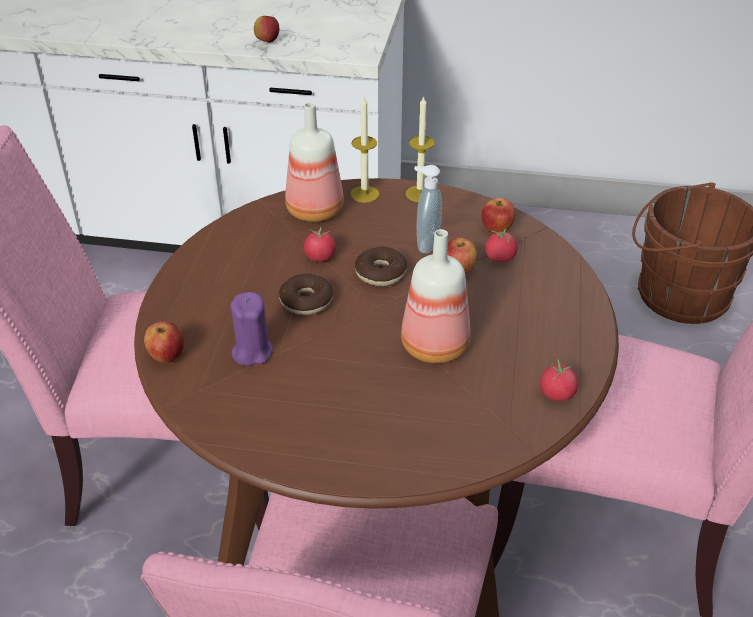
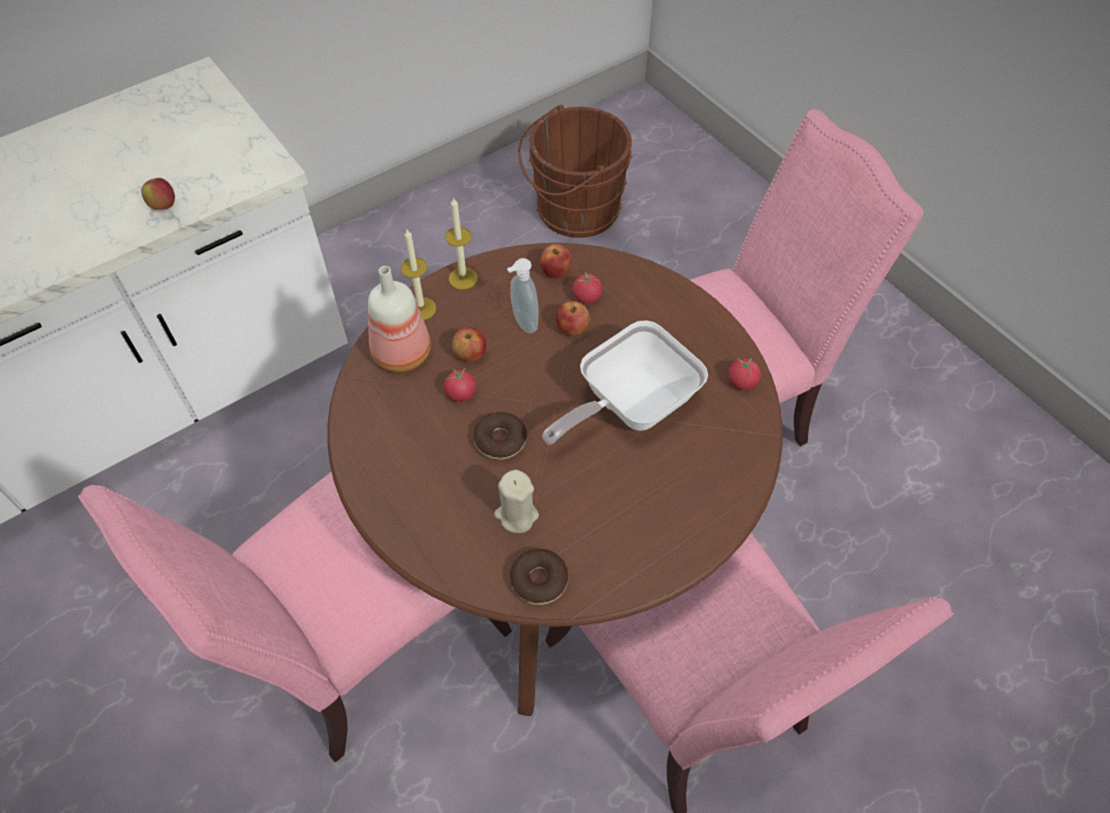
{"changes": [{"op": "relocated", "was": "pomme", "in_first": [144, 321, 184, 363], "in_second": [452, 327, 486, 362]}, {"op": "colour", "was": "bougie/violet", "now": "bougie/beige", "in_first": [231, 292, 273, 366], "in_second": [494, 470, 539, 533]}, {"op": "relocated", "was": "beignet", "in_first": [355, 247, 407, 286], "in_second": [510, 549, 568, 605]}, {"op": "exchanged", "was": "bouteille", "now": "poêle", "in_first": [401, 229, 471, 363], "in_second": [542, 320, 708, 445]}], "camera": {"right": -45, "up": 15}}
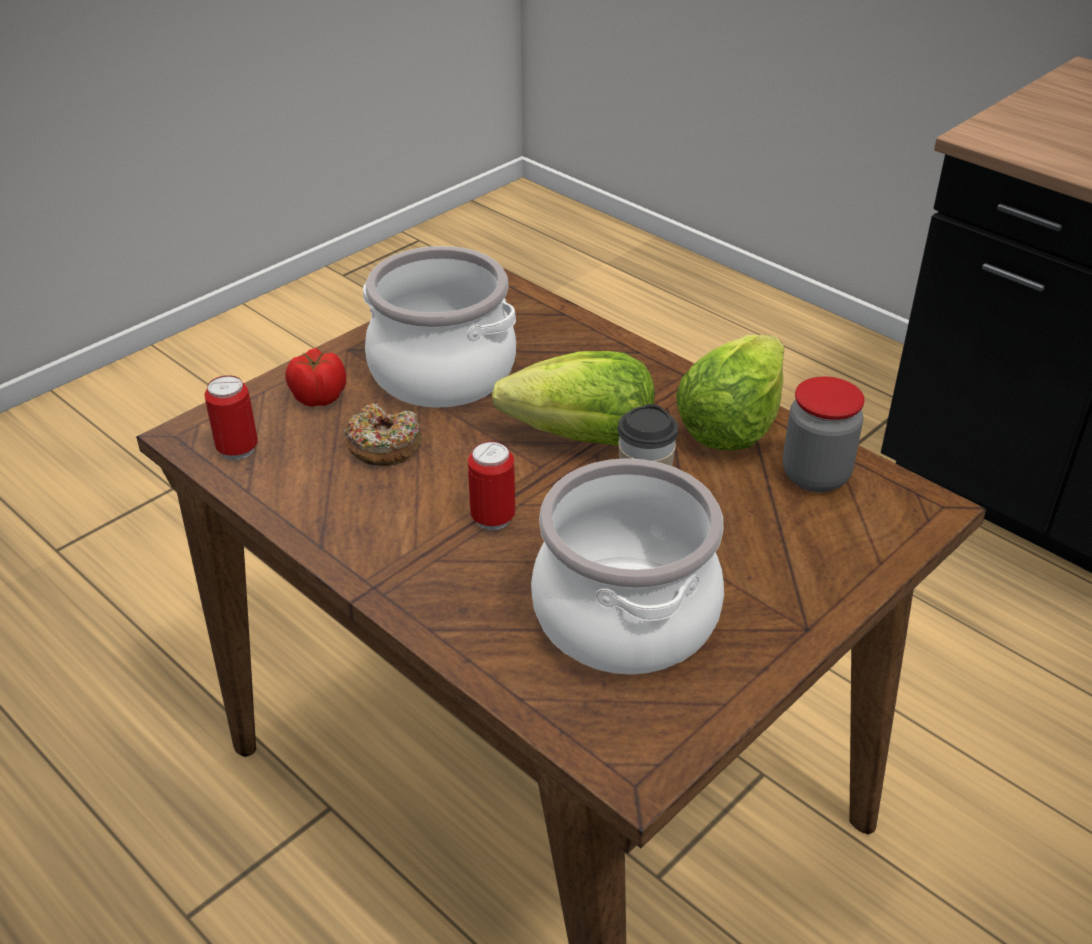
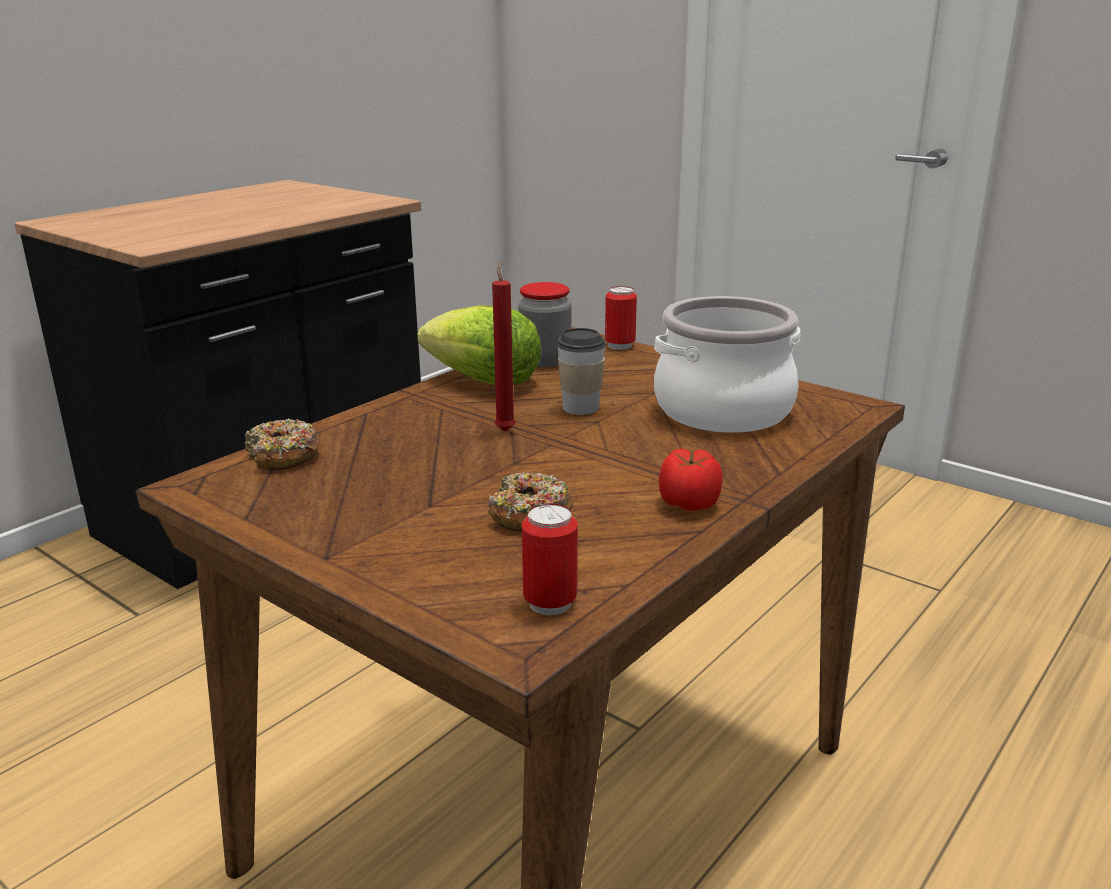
{"changes": [{"op": "appeared", "now": "beignet", "in_second": [245, 418, 320, 470]}, {"op": "exchanged", "was": "laitue", "now": "bougie/rouge", "in_first": [492, 351, 655, 446], "in_second": [492, 260, 516, 432]}, {"op": "relocated", "was": "boîte métallique", "in_first": [468, 441, 515, 530], "in_second": [605, 286, 637, 350]}, {"op": "relocated", "was": "tomate", "in_first": [286, 348, 346, 407], "in_second": [659, 449, 723, 511]}, {"op": "missing", "was": "marmite", "in_first": [363, 246, 516, 408]}], "camera": {"right": -95, "up": -15}}
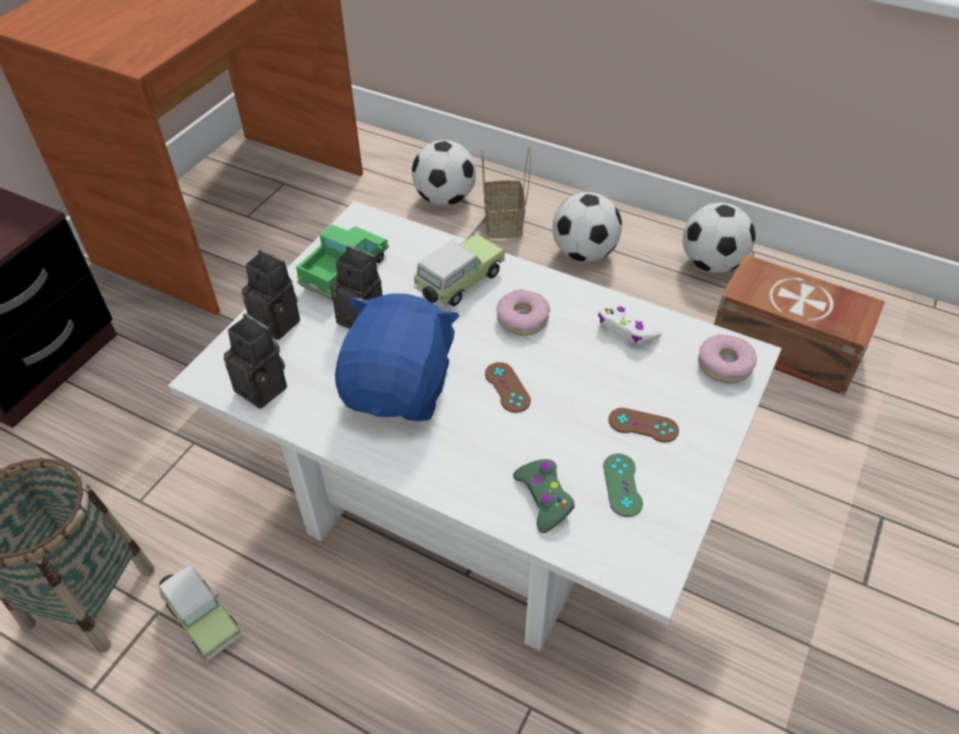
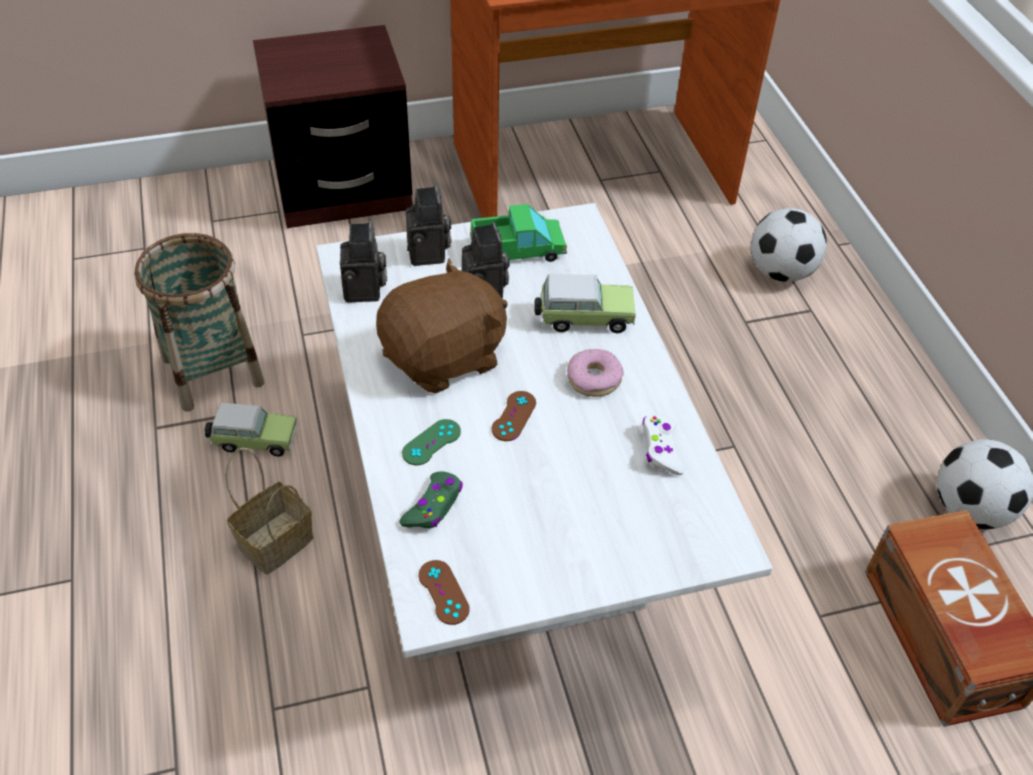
{"changes": [{"op": "spun", "was": "petite voiture", "in_first": [158, 565, 242, 661], "in_second": [205, 403, 298, 457], "clockwise": -90}, {"op": "relocated", "was": "panier", "in_first": [482, 146, 531, 238], "in_second": [225, 448, 313, 574]}, {"op": "colour", "was": "peluche/bleu", "now": "peluche/marron", "in_first": [335, 293, 459, 421], "in_second": [376, 259, 508, 393]}, {"op": "relocated", "was": "manette/vert", "in_first": [603, 453, 643, 517], "in_second": [402, 419, 461, 465]}, {"op": "relocated", "was": "manette/marron", "in_first": [608, 408, 679, 443], "in_second": [419, 560, 470, 625]}, {"op": "missing", "was": "ballon de foot", "in_first": [552, 192, 622, 262]}, {"op": "missing", "was": "beignet", "in_first": [698, 334, 757, 383]}], "camera": {"right": 45, "up": 0}}
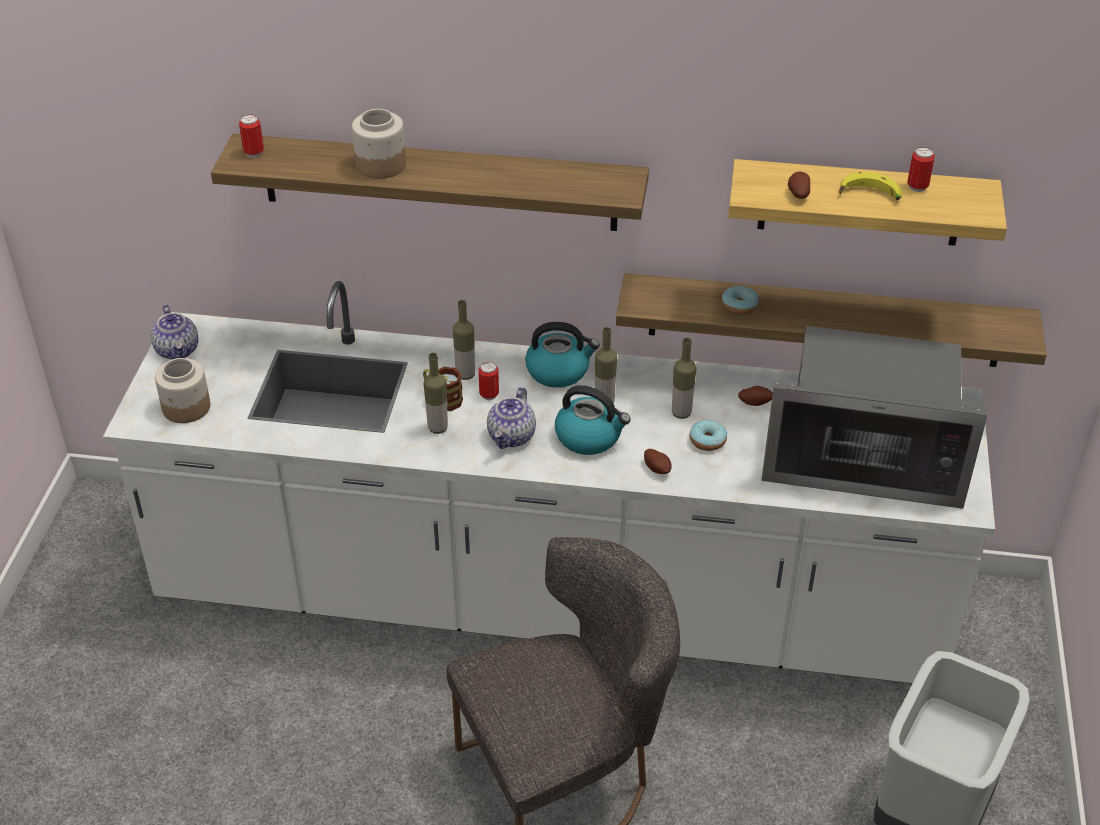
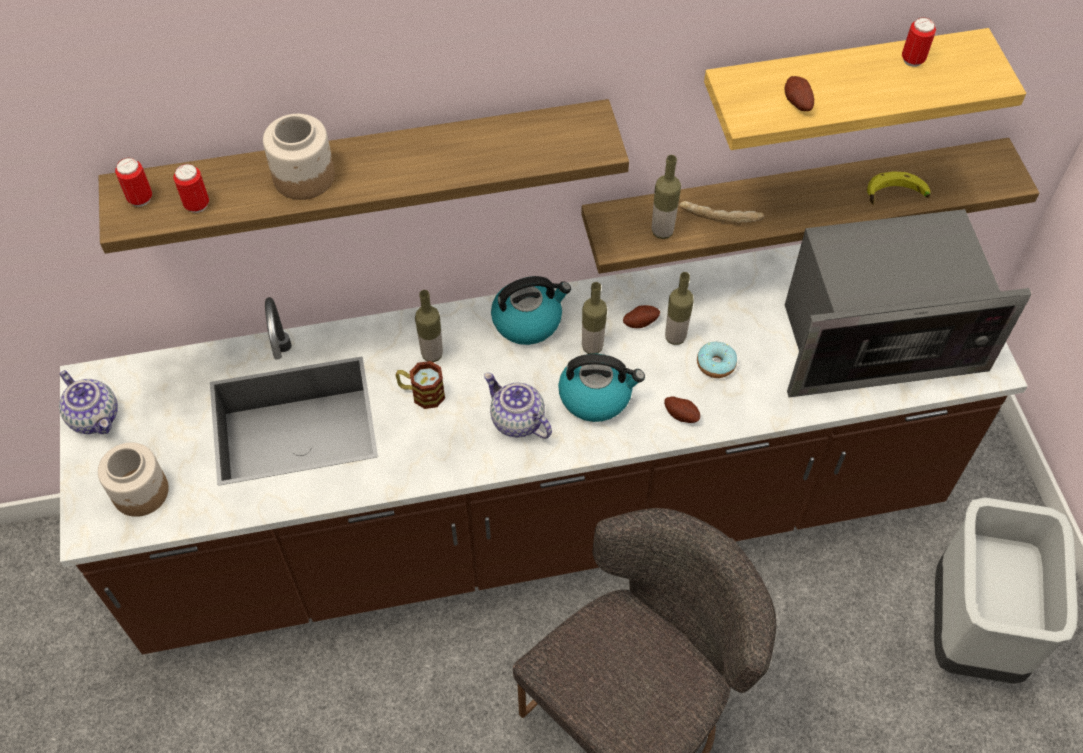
{"changes": [{"op": "colour", "was": "comptoir de cuisine/blanc", "now": "comptoir de cuisine/marron", "in_first": [103, 281, 995, 683], "in_second": [60, 244, 1028, 654]}, {"op": "relocated", "was": "boîte métallique", "in_first": [478, 362, 499, 400], "in_second": [173, 164, 209, 213]}, {"op": "spun", "was": "théière", "in_first": [487, 387, 536, 449], "in_second": [484, 373, 552, 439], "clockwise": 135}, {"op": "relocated", "was": "pomme de terre", "in_first": [738, 386, 773, 406], "in_second": [623, 305, 660, 328]}, {"op": "relocated", "was": "bouteille", "in_first": [423, 353, 448, 434], "in_second": [651, 155, 681, 239]}, {"op": "exchanged", "was": "beignet", "now": "pain", "in_first": [722, 286, 759, 315], "in_second": [679, 201, 764, 223]}, {"op": "relocated", "was": "banane", "in_first": [839, 172, 903, 200], "in_second": [867, 171, 930, 205]}], "camera": {"right": -20, "up": 15}}
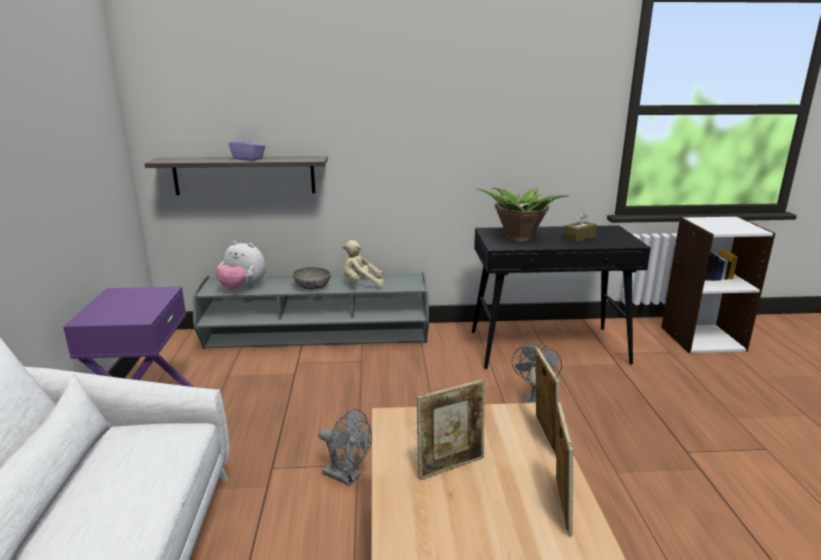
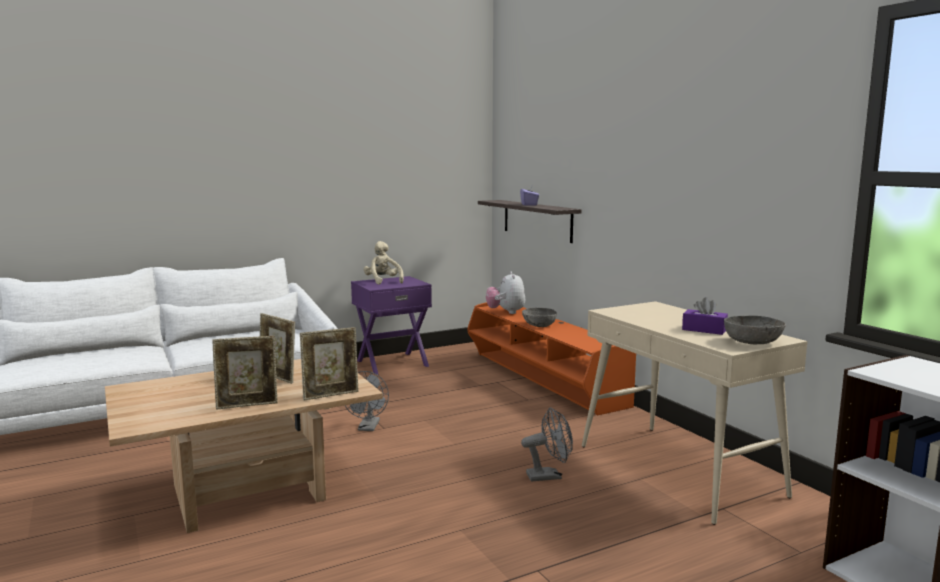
{"changes": [{"op": "relocated", "was": "peluche/beige", "in_first": [342, 240, 384, 287], "in_second": [364, 241, 404, 284]}, {"op": "colour", "was": "meuble télé/gris", "now": "meuble télé/orange", "in_first": [193, 271, 429, 349], "in_second": [467, 302, 636, 415]}, {"op": "colour", "was": "table console/noir", "now": "table console/beige", "in_first": [472, 225, 651, 369], "in_second": [582, 301, 808, 525]}, {"op": "colour", "was": "boîte à mouchoirs/marron", "now": "boîte à mouchoirs/violet", "in_first": [563, 213, 597, 242], "in_second": [682, 297, 728, 335]}, {"op": "appeared", "now": "bol/gris", "in_second": [724, 315, 786, 344]}, {"op": "missing", "was": "plante en pot", "in_first": [476, 188, 570, 242]}], "camera": {"right": 65, "up": -10}}
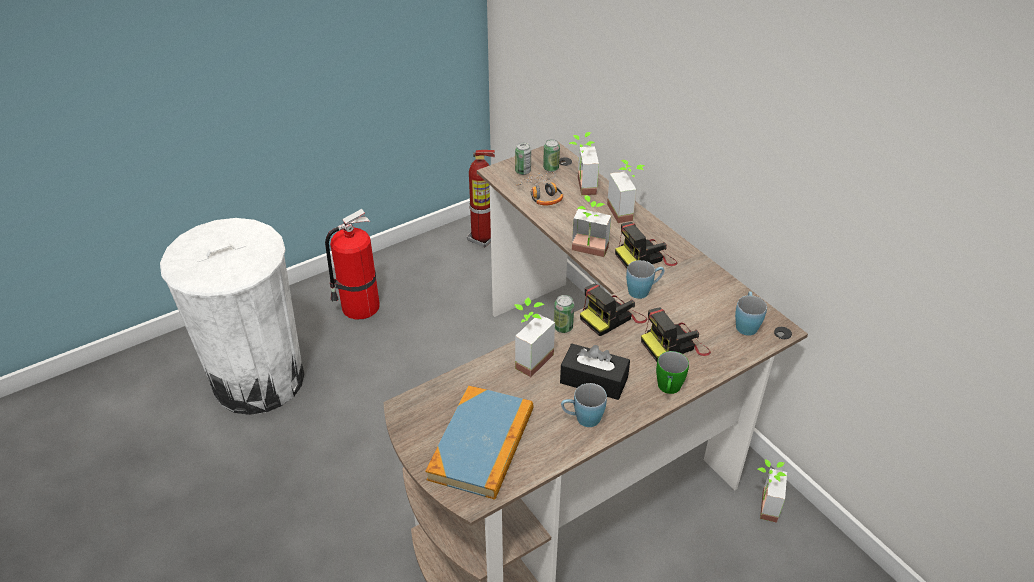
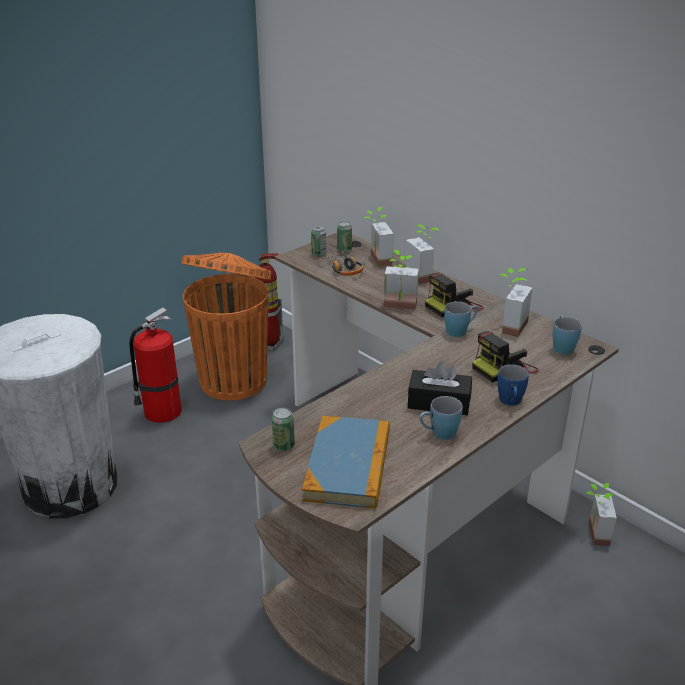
{"changes": [{"op": "appeared", "now": "poubelle/orange", "in_second": [181, 253, 272, 401]}, {"op": "relocated", "was": "boîte métallique", "in_first": [554, 295, 574, 333], "in_second": [271, 407, 295, 451]}, {"op": "colour", "was": "mug/vert", "now": "mug/bleu", "in_first": [656, 351, 689, 394], "in_second": [497, 364, 529, 406]}, {"op": "relocated", "was": "plante en pot", "in_first": [514, 298, 555, 377], "in_second": [499, 268, 533, 337]}, {"op": "missing", "was": "appareil photo", "in_first": [580, 284, 647, 336]}], "camera": {"right": -10, "up": -10}}
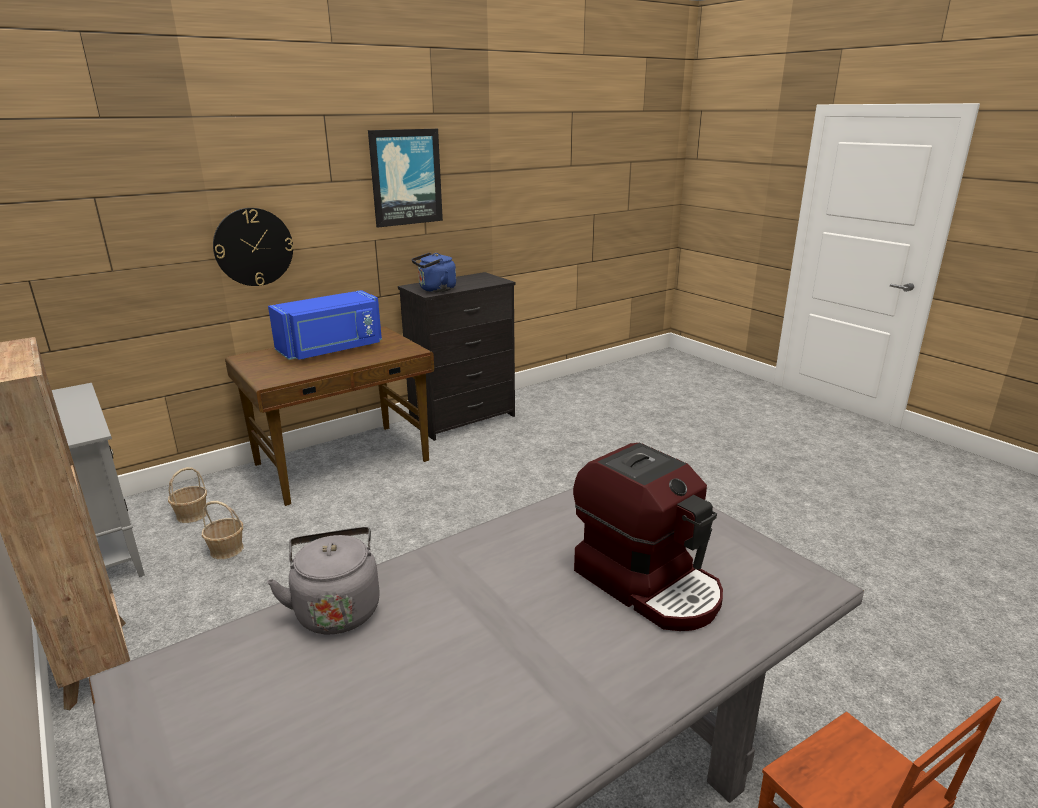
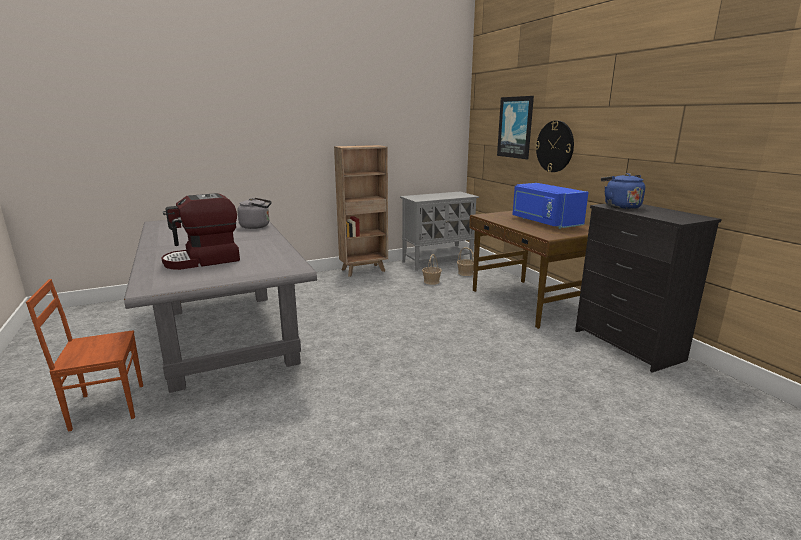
{"changes": [{"op": "relocated", "was": "tableau", "in_first": [368, 129, 443, 228], "in_second": [497, 96, 534, 159]}], "camera": {"right": 100, "up": -5}}
